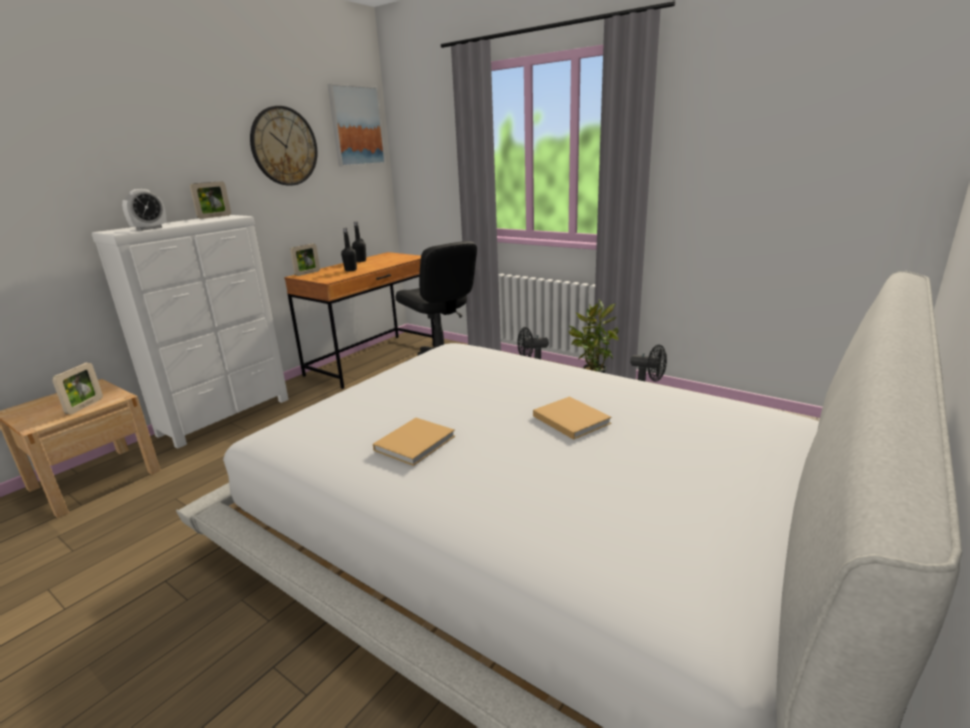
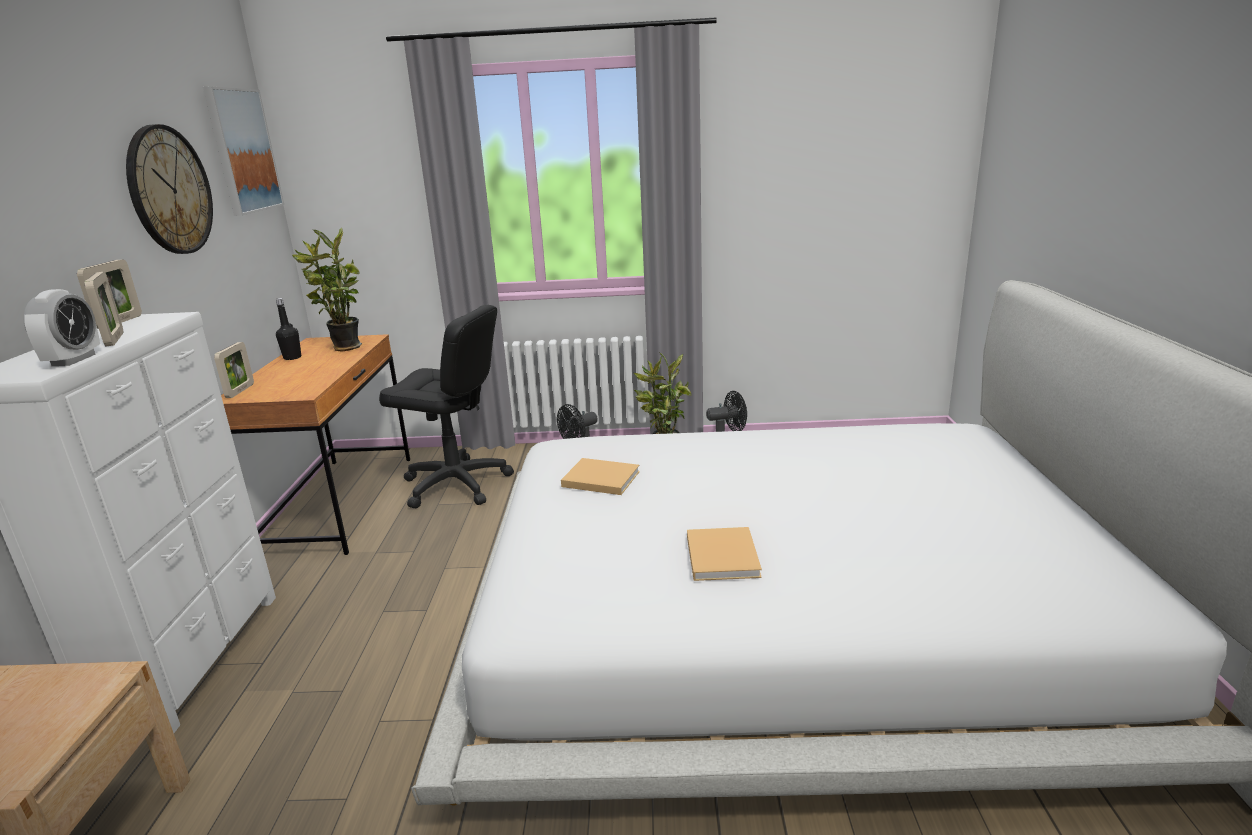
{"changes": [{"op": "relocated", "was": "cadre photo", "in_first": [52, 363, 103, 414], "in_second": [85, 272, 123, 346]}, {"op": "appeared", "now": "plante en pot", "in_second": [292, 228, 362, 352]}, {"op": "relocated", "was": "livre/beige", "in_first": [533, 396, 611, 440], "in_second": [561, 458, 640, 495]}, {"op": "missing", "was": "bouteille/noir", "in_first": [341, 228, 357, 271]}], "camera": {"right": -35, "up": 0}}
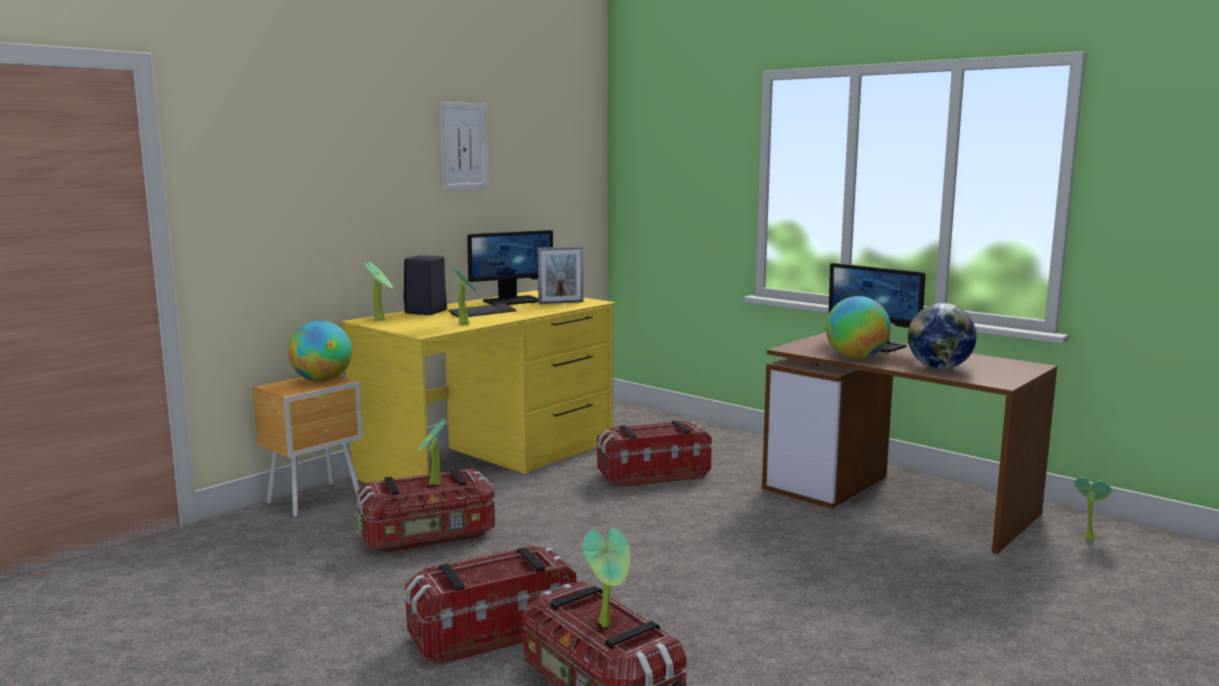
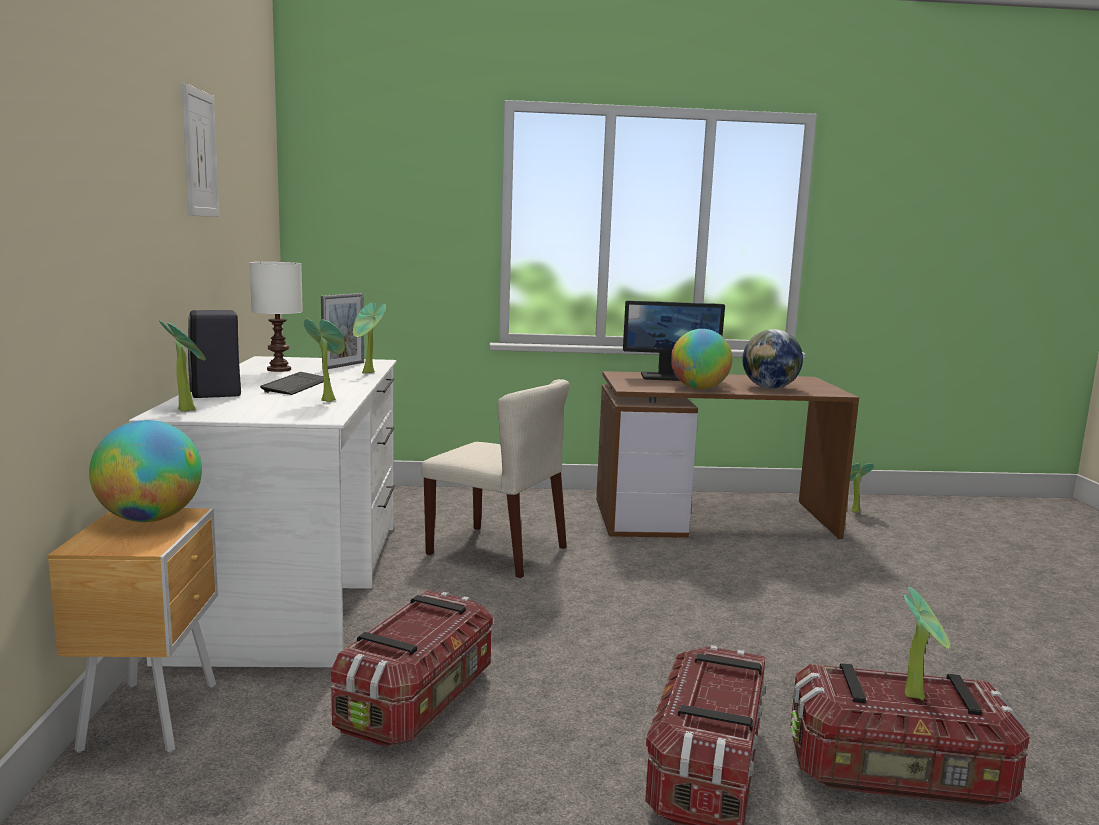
{"changes": [{"op": "colour", "was": "bureau/jaune", "now": "bureau/blanc", "in_first": [341, 290, 615, 483], "in_second": [129, 356, 396, 668]}, {"op": "exchanged", "was": "écran d'ordinateur", "now": "lampe de table/blanc", "in_first": [467, 230, 553, 305], "in_second": [250, 262, 303, 372]}, {"op": "relocated", "was": "plante en pot", "in_first": [418, 418, 445, 485], "in_second": [353, 302, 386, 374]}, {"op": "exchanged", "was": "boîte de rangement", "now": "chaise/beige", "in_first": [597, 420, 712, 488], "in_second": [421, 379, 569, 578]}], "camera": {"right": -45, "up": 0}}
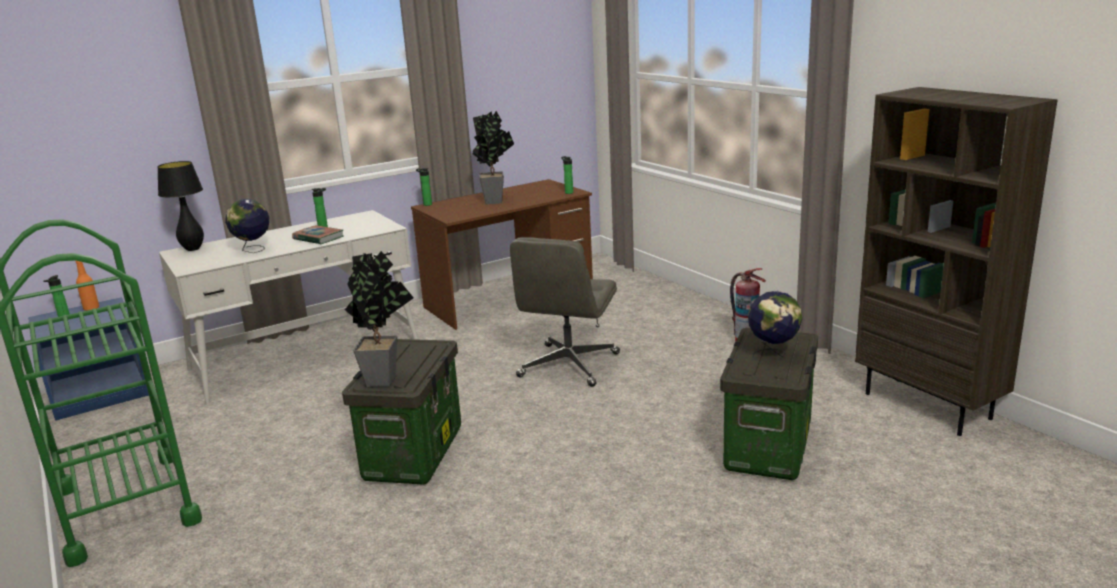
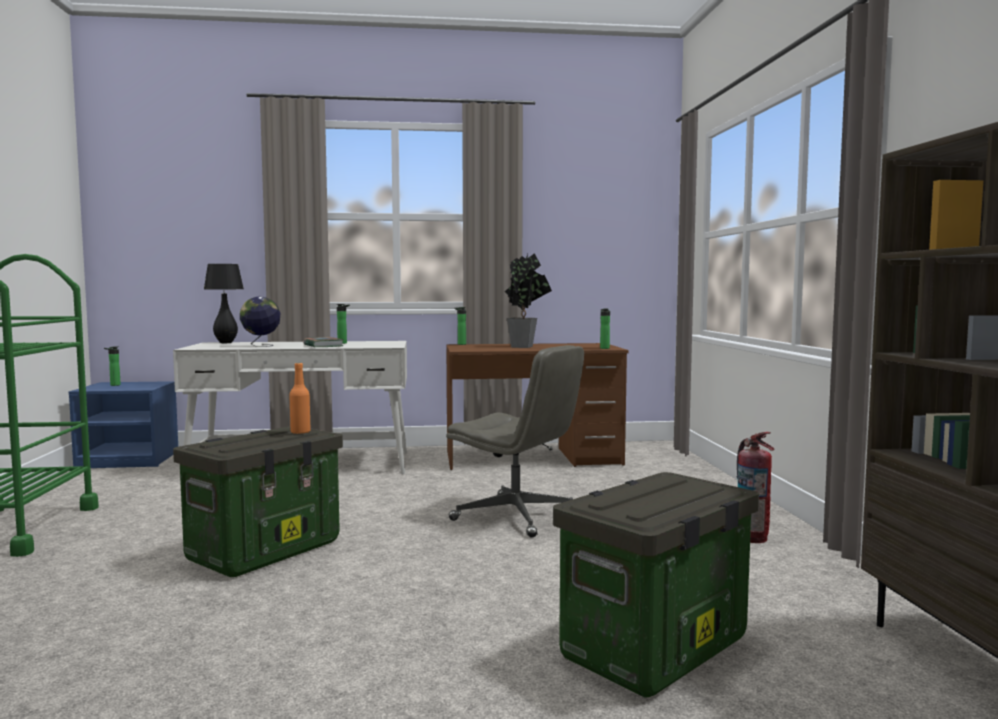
{"changes": [{"op": "relocated", "was": "bouteille/orange", "in_first": [76, 261, 99, 310], "in_second": [289, 363, 311, 434]}, {"op": "spun", "was": "chaise de bureau/gris", "in_first": [510, 237, 620, 387], "in_second": [446, 345, 584, 538], "clockwise": -105}, {"op": "missing", "was": "plante en pot", "in_first": [345, 251, 414, 387]}, {"op": "missing", "was": "globe", "in_first": [748, 291, 802, 361]}], "camera": {"right": 25, "up": -15}}
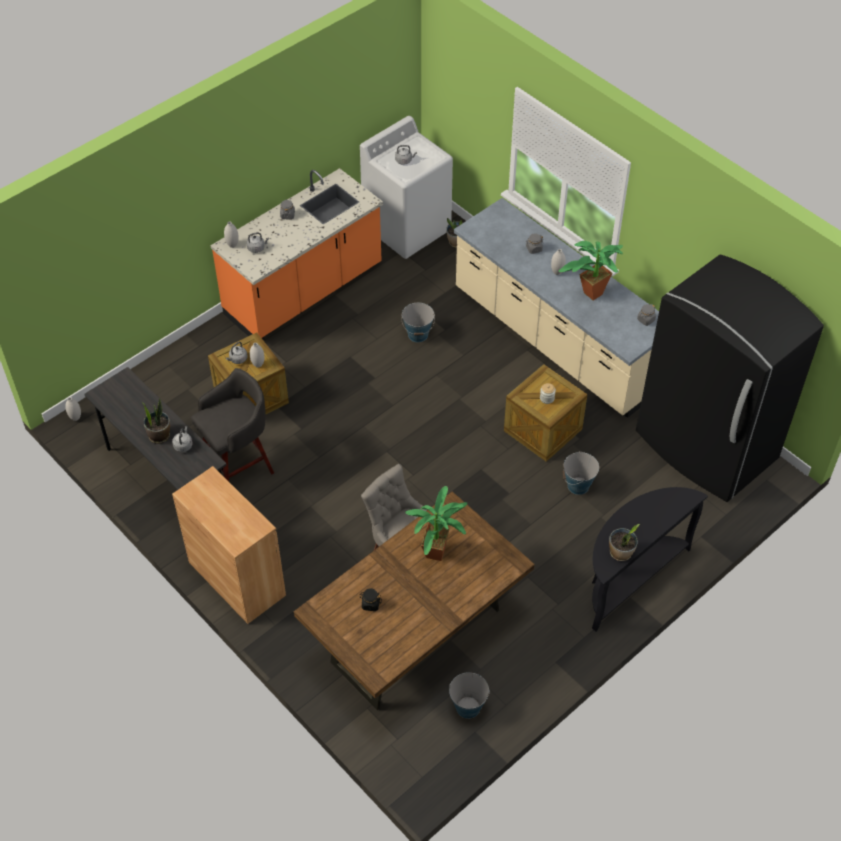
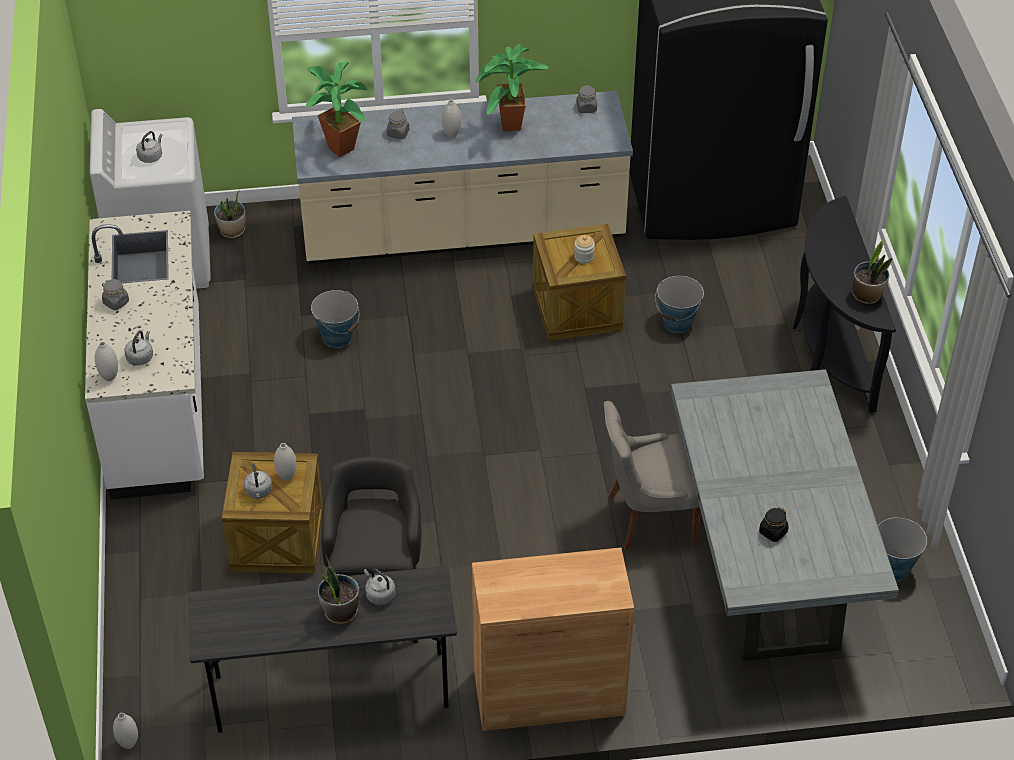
{"changes": [{"op": "colour", "was": "comptoir de cuisine/orange", "now": "comptoir de cuisine/blanc", "in_first": [210, 168, 383, 338], "in_second": [85, 211, 204, 500]}, {"op": "relocated", "was": "plante en pot", "in_first": [405, 486, 467, 561], "in_second": [305, 62, 367, 157]}, {"op": "colour", "was": "table à manger/marron", "now": "table à manger/gris", "in_first": [294, 492, 535, 710], "in_second": [671, 369, 899, 661]}], "camera": {"right": -55, "up": -5}}
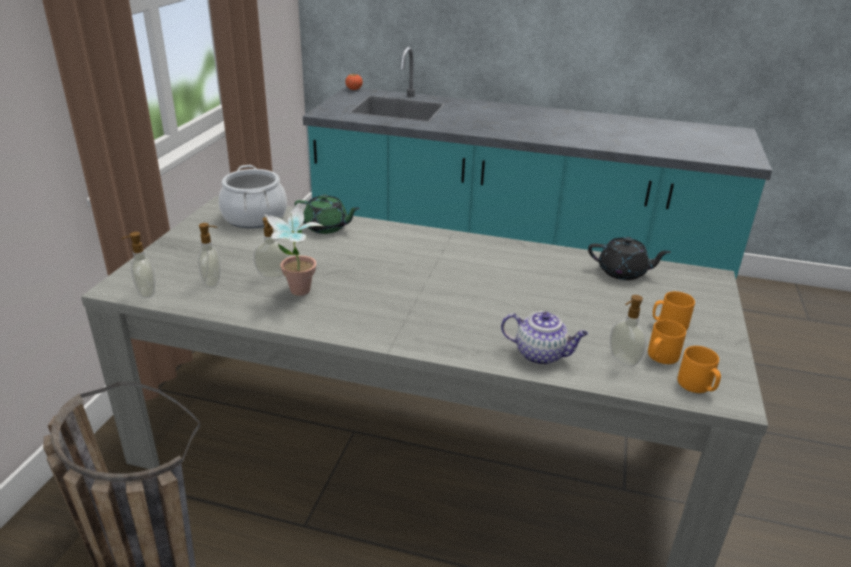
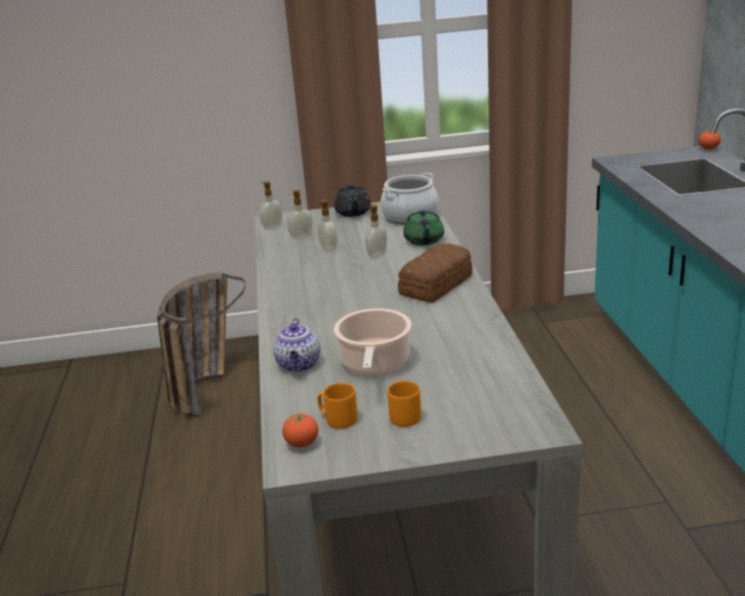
{"changes": [{"op": "exchanged", "was": "mug/orange", "now": "tomate", "in_first": [677, 346, 721, 393], "in_second": [282, 413, 318, 448]}, {"op": "relocated", "was": "théière/noir", "in_first": [588, 237, 671, 280], "in_second": [334, 184, 371, 217]}, {"op": "appeared", "now": "marmite", "in_second": [334, 308, 412, 376]}, {"op": "relocated", "was": "distributeur de savon", "in_first": [610, 295, 646, 367], "in_second": [365, 205, 387, 258]}, {"op": "appeared", "now": "pain", "in_second": [398, 244, 473, 303]}, {"op": "missing", "was": "plante en pot", "in_first": [264, 203, 324, 296]}], "camera": {"right": 70, "up": -5}}
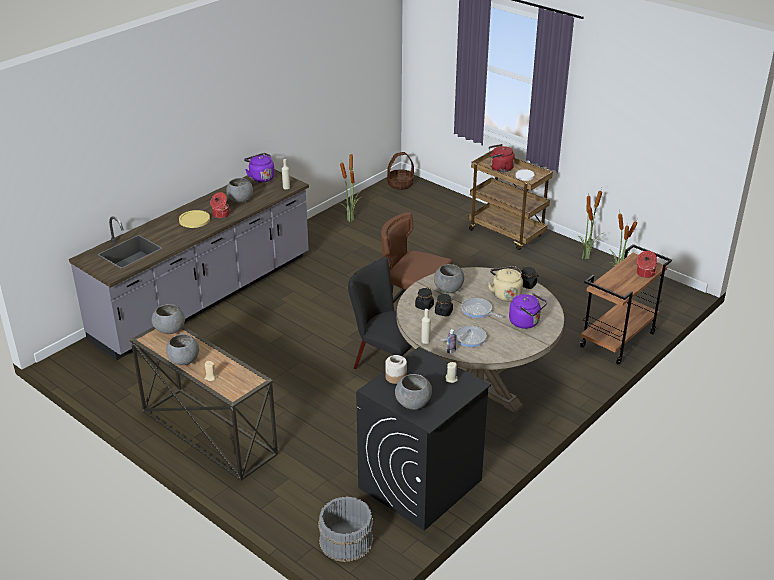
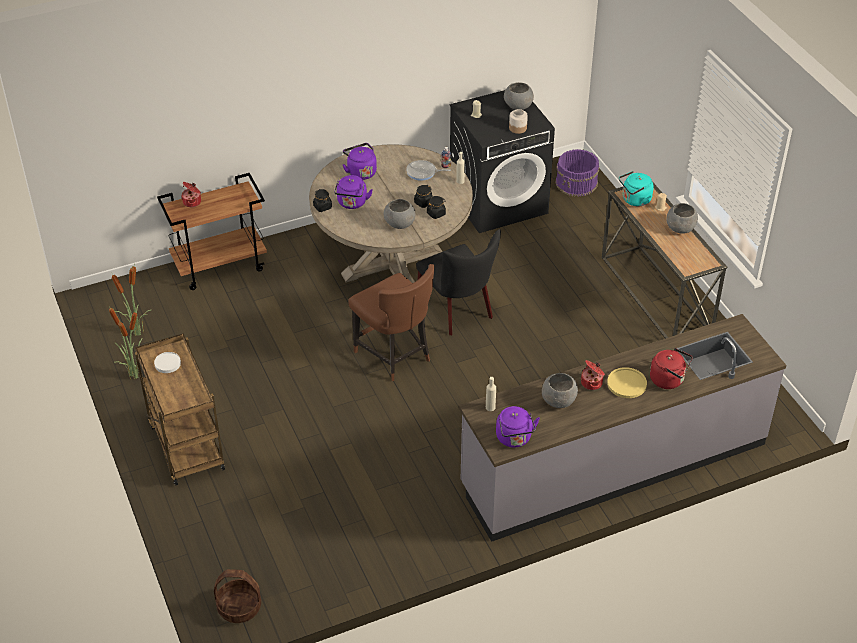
{"changes": [{"op": "colour", "was": "bouilloire/beige", "now": "bouilloire/violet", "in_first": [488, 266, 523, 302], "in_second": [334, 175, 373, 209]}, {"op": "colour", "was": "seau/gris", "now": "seau/violet", "in_first": [318, 496, 374, 562], "in_second": [555, 149, 600, 197]}, {"op": "appeared", "now": "bouilloire/turquoise", "in_second": [619, 171, 654, 206]}, {"op": "relocated", "was": "bouilloire/rouge", "in_first": [489, 144, 515, 172], "in_second": [650, 348, 692, 389]}, {"op": "missing", "was": "bol/gris", "in_first": [152, 304, 185, 334]}, {"op": "missing", "was": "plante en pot", "in_first": [339, 150, 361, 222]}, {"op": "missing", "was": "poêle", "in_first": [461, 298, 503, 318]}], "camera": {"right": -155, "up": 10}}
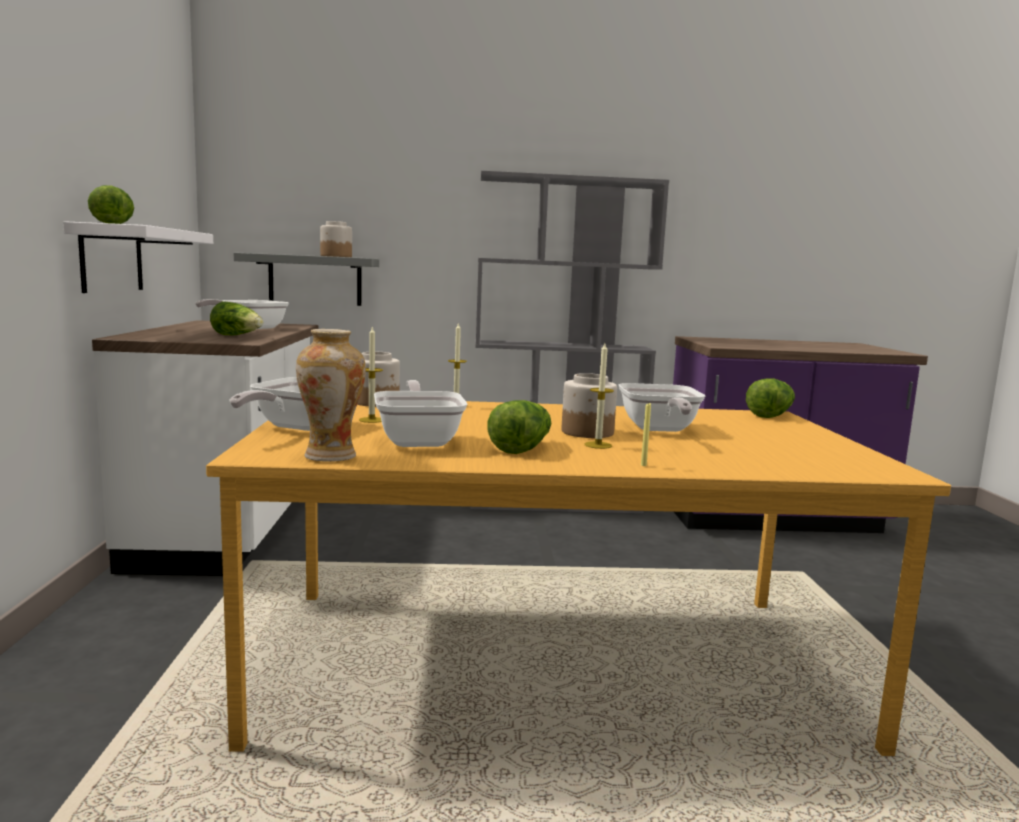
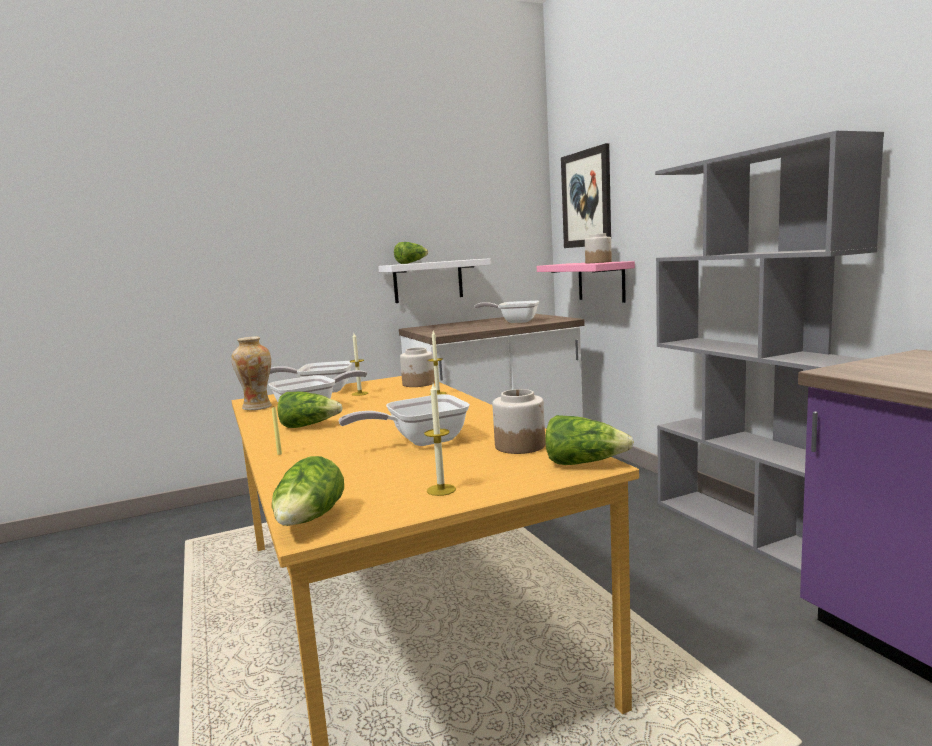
{"changes": [{"op": "relocated", "was": "laitue", "in_first": [210, 302, 264, 336], "in_second": [272, 456, 344, 526]}, {"op": "relocated", "was": "bougie", "in_first": [585, 343, 614, 449], "in_second": [424, 383, 456, 496]}, {"op": "relocated", "was": "bocal", "in_first": [562, 373, 617, 438], "in_second": [492, 389, 545, 454]}, {"op": "colour", "was": "étagère/gris", "now": "étagère/rose", "in_first": [234, 252, 379, 306], "in_second": [537, 261, 635, 303]}, {"op": "appeared", "now": "tableau", "in_second": [561, 143, 611, 248]}], "camera": {"right": 70, "up": 0}}
